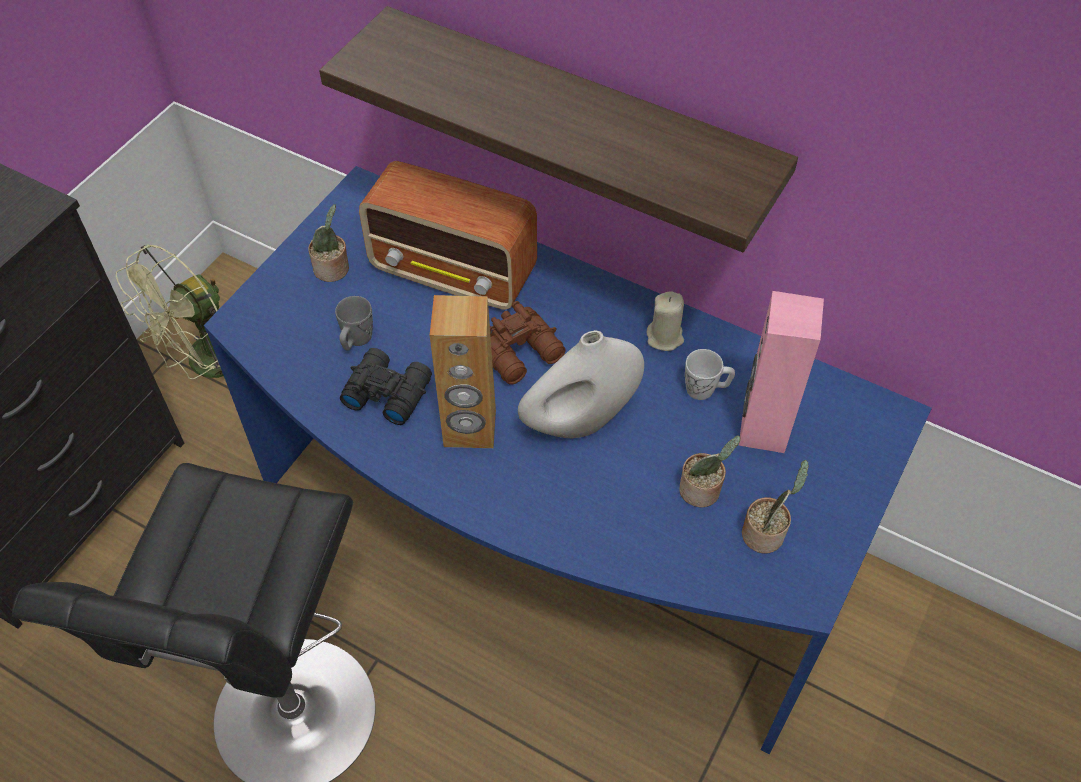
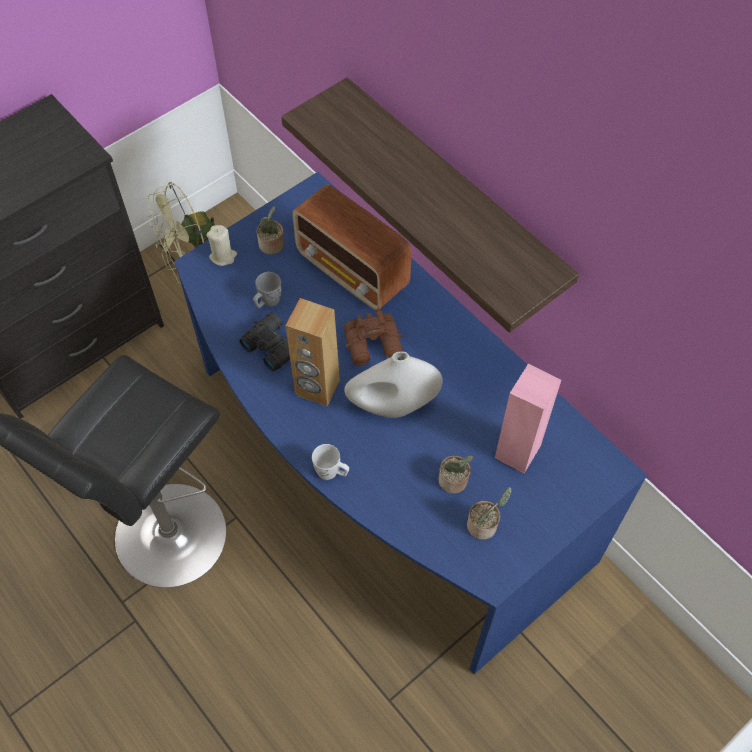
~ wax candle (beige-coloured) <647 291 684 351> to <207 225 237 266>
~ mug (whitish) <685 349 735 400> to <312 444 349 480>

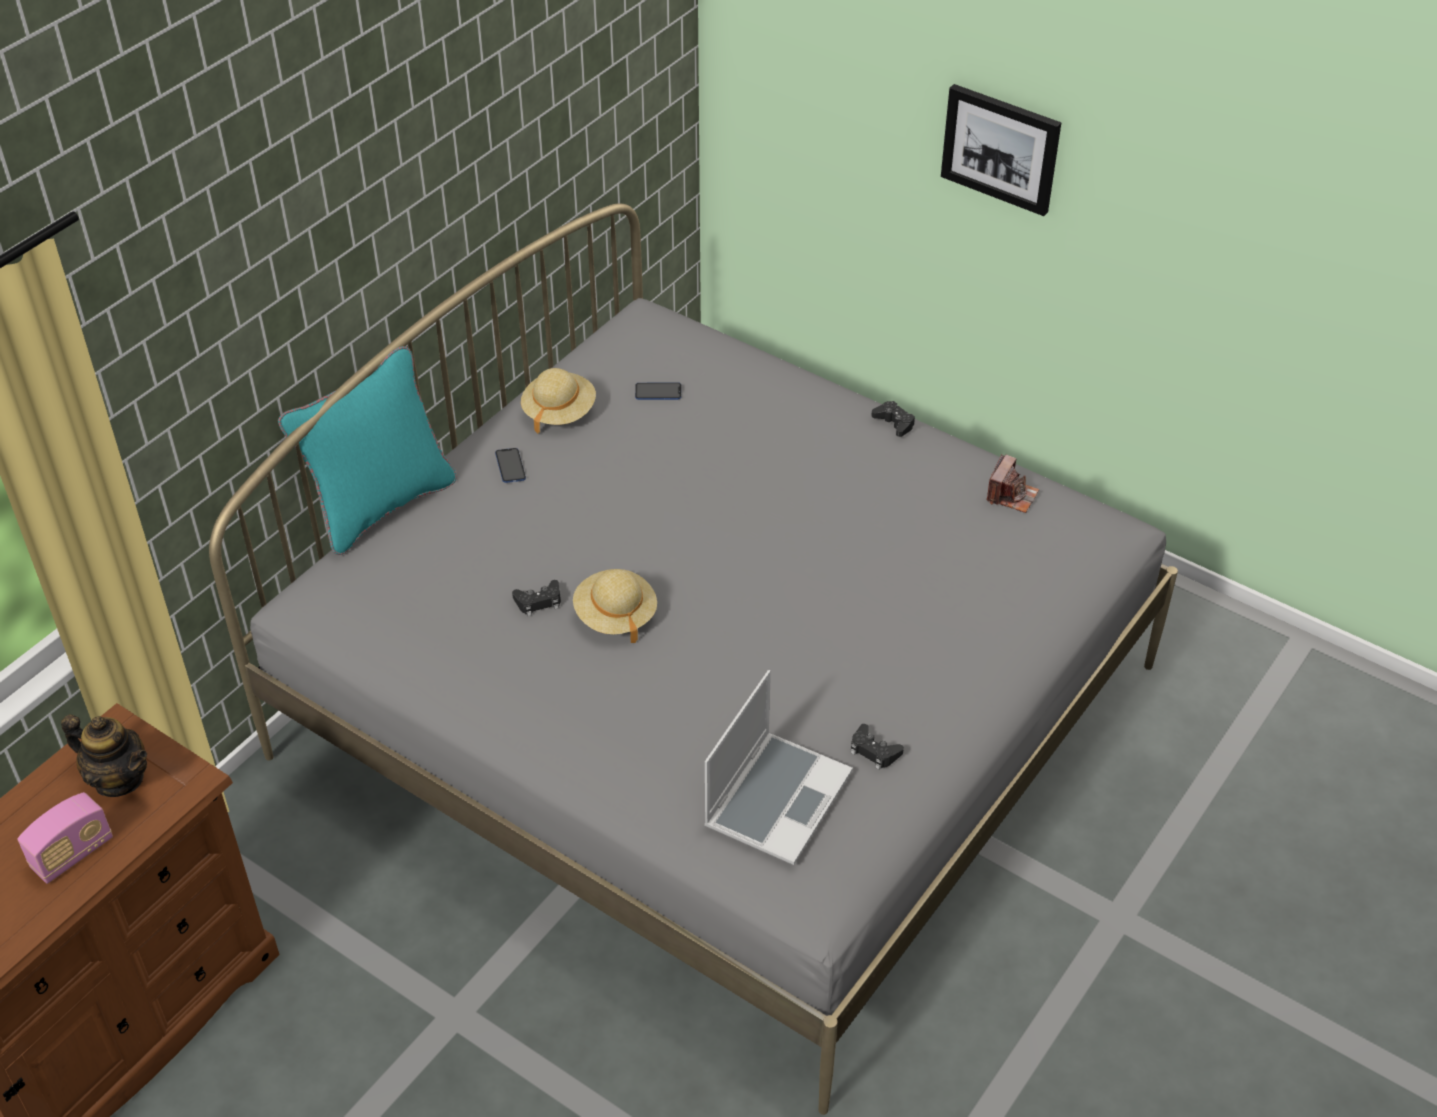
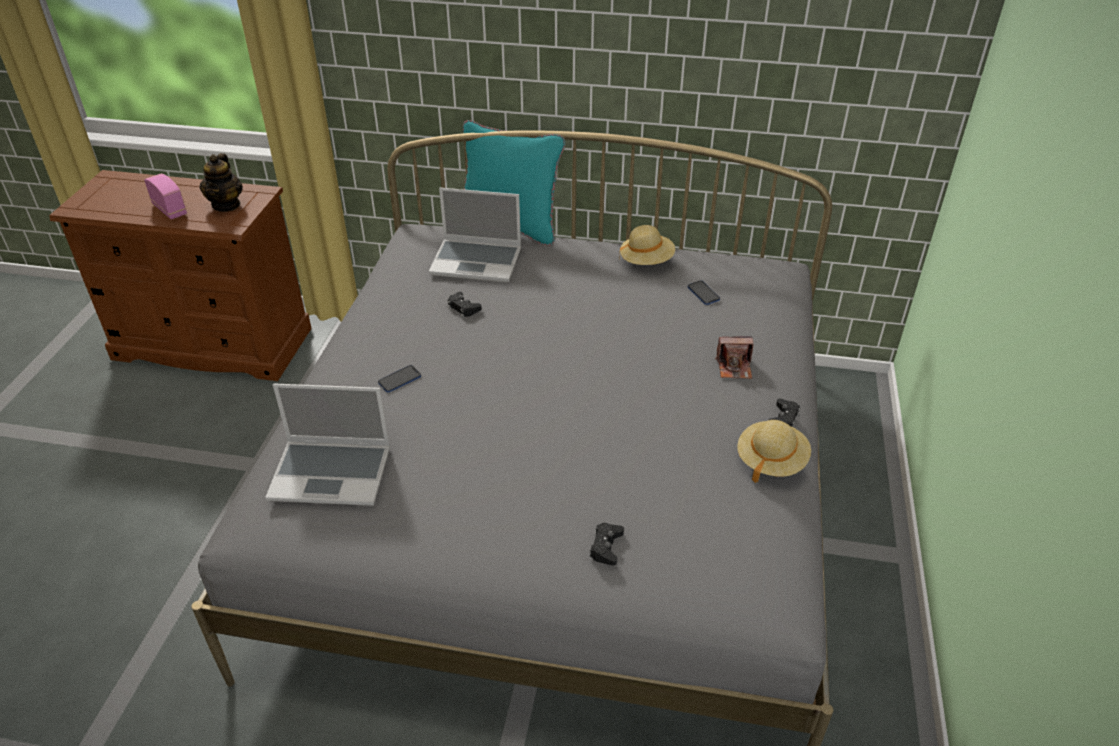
- picture <941 84 1061 216>
~ telephone <495 448 526 483> to <378 365 421 392>
~ photo camera <987 454 1039 513> to <715 336 753 379>
~ hat (beige-coloured) <573 569 657 643> to <737 420 811 483>
~ gamepad (black-coloured) <851 724 904 770> to <589 523 624 566>
~ radio set <18 792 113 884> = <144 174 187 219> 150 degrees counterclockwise
+ notebook computer <429 188 521 282>

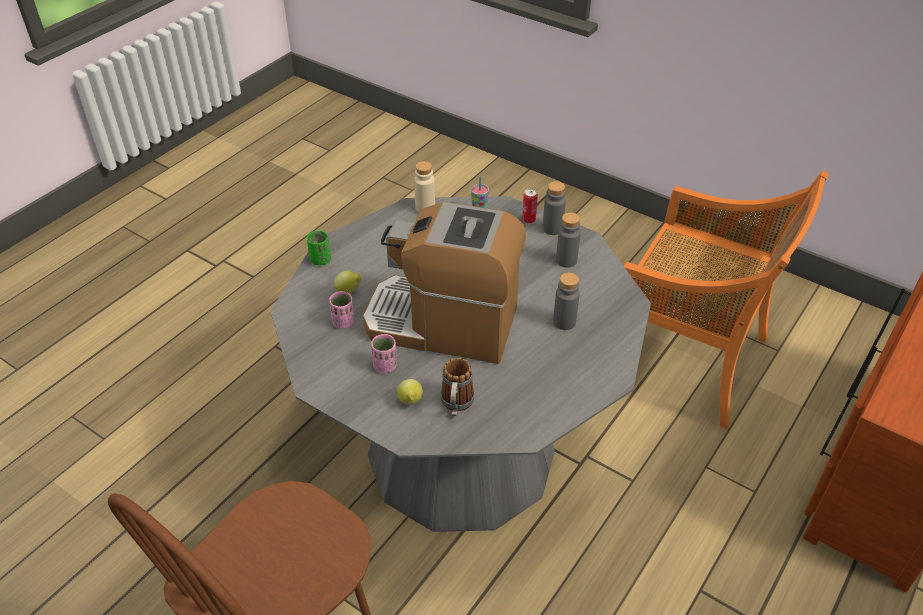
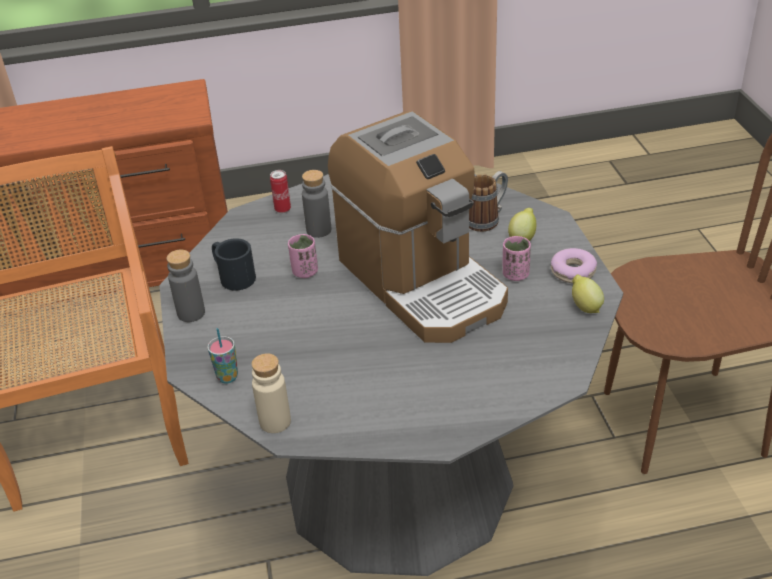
~ metal can <522 188 538 223> to <270 170 291 213>
~ beverage bottle (greyish) <556 212 581 268> to mug (black-coloured) <212 238 256 291>
- cup (green-coloured) <307 231 331 265>
~ whole lemon <334 271 362 294> to <572 275 604 313>
~ cup (pink-coloured) <329 291 354 329> to <288 234 318 278>
+ ring doughnut <551 248 597 283>

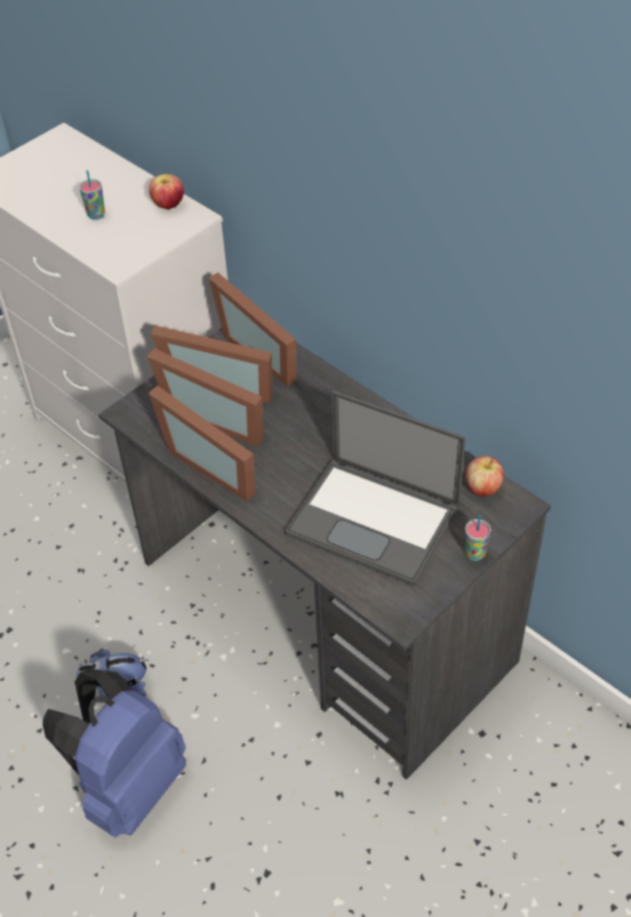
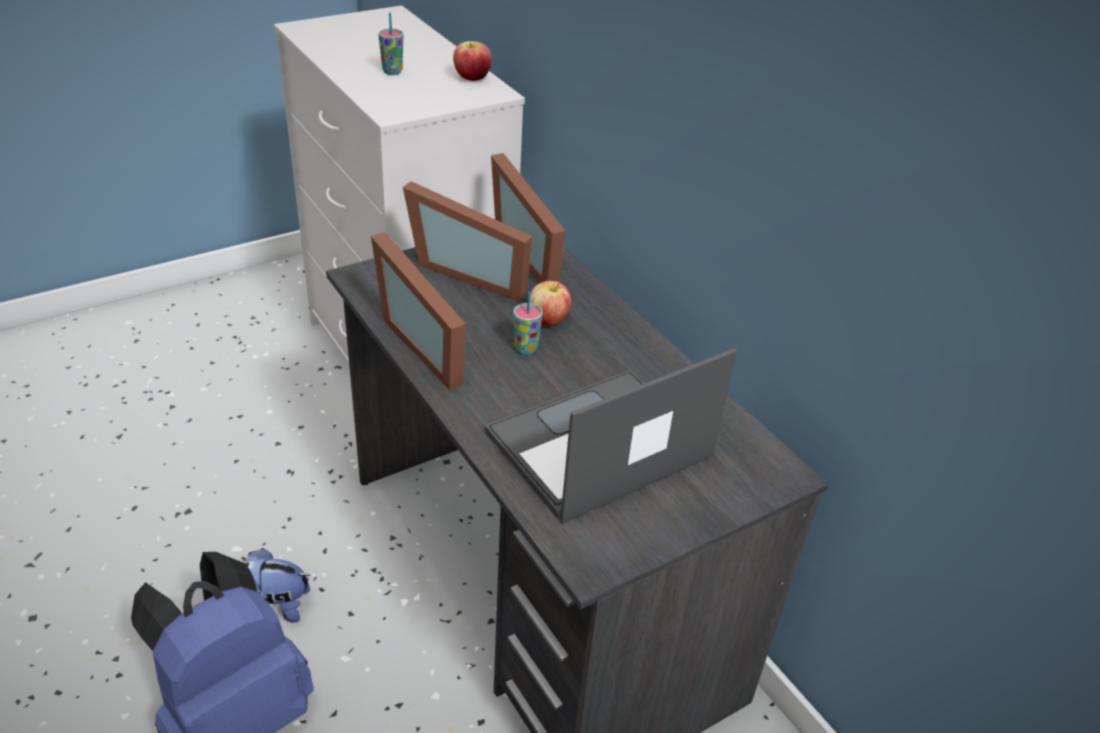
- standing frame <147 349 263 446>
~ notebook computer <285 391 466 586> = <485 348 737 524> 105 degrees clockwise
~ apple fruit <466 456 504 497> to <530 281 571 326>
~ cup <465 515 491 561> to <513 291 543 355>

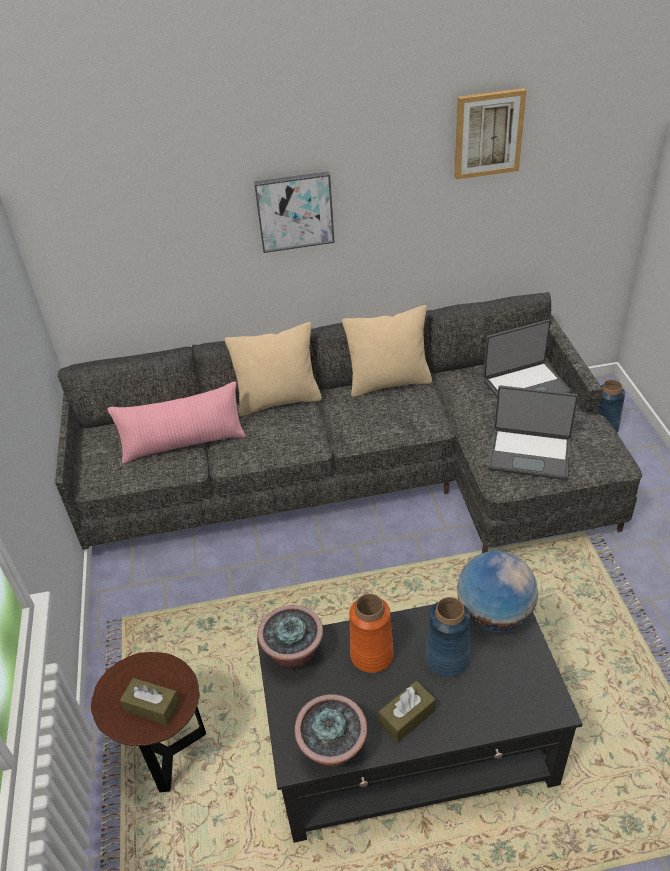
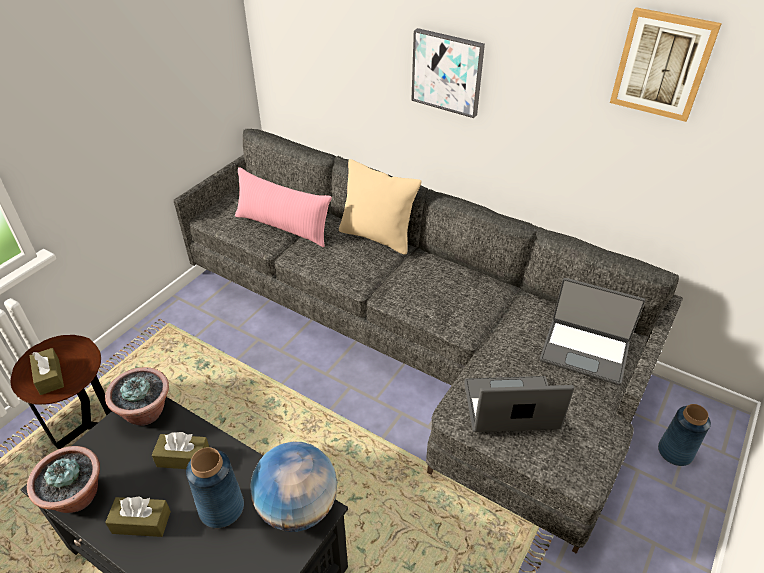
- pillow (beige-coloured) <342 305 432 397>
~ notebook computer <488 386 578 480> = <464 376 574 432> 120 degrees clockwise
~ vase (orange-coloured) <349 594 394 673> to tissue holder (brownish) <152 432 209 469>

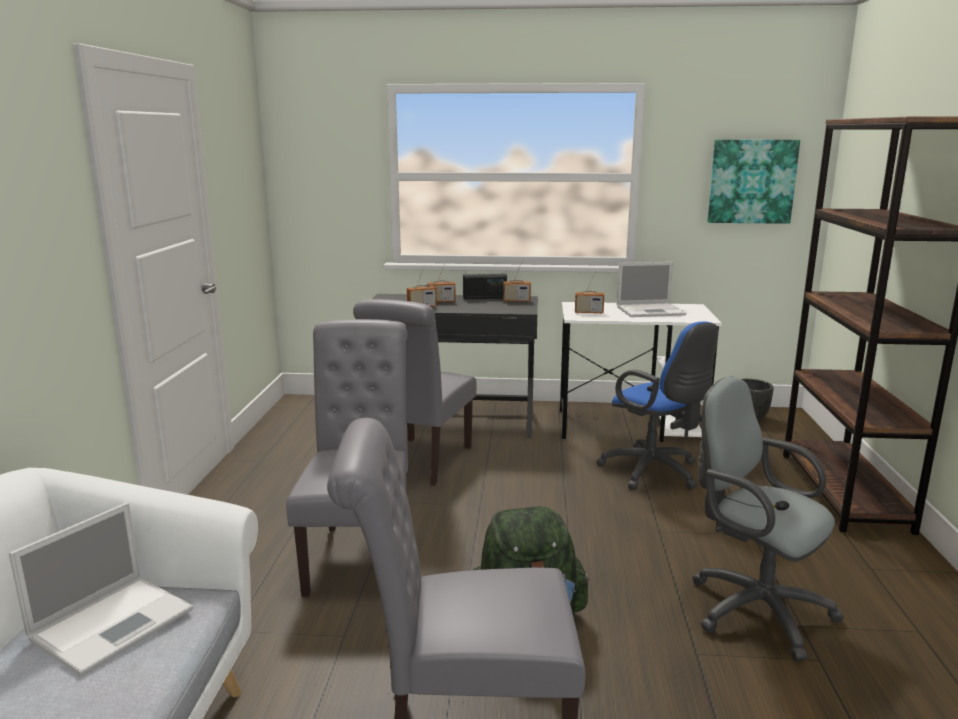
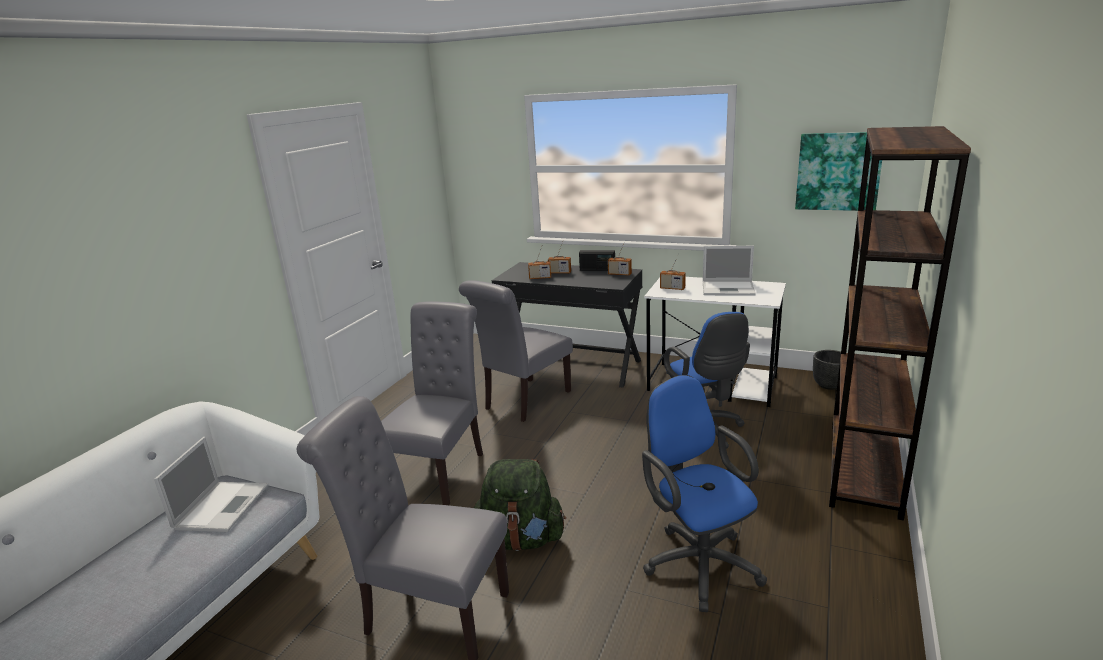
~ desk chair (greyish) <692 376 844 662> to desk chair (blue-coloured) <642 375 767 612>
~ notebook computer <9 502 193 676> = <154 437 268 532> 45 degrees counterclockwise

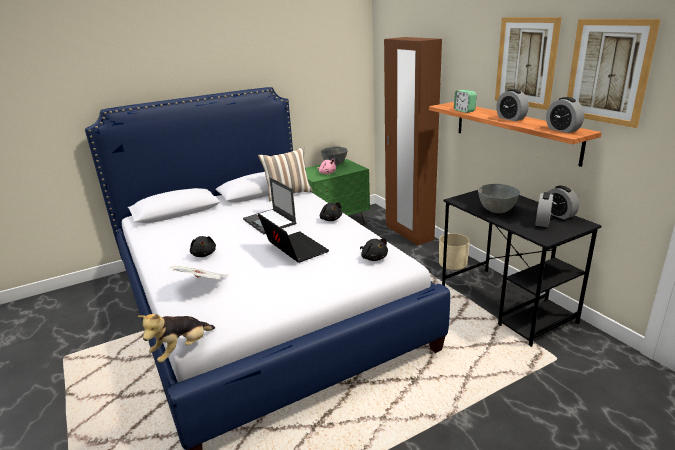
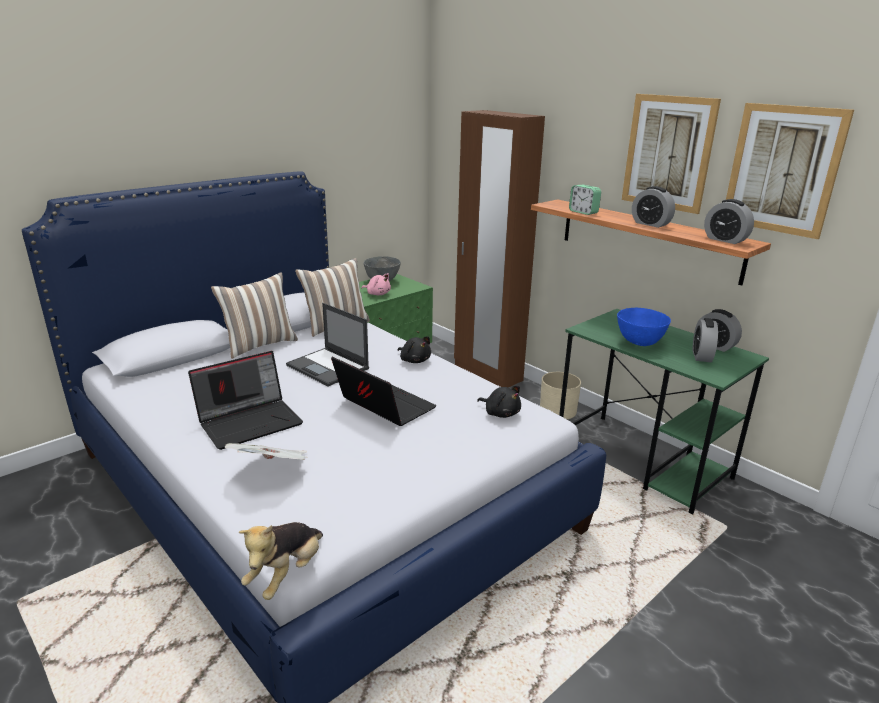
~ bowl (greyish) <478 184 520 213> to bowl (blue-coloured) <617 308 671 346>
~ desk (black-coloured) <442 190 602 347> to desk (green-coloured) <559 309 769 515>
~ plush toy (black-coloured) <190 236 216 257> to notebook computer <188 351 303 450>
+ pillow <211 272 298 359>

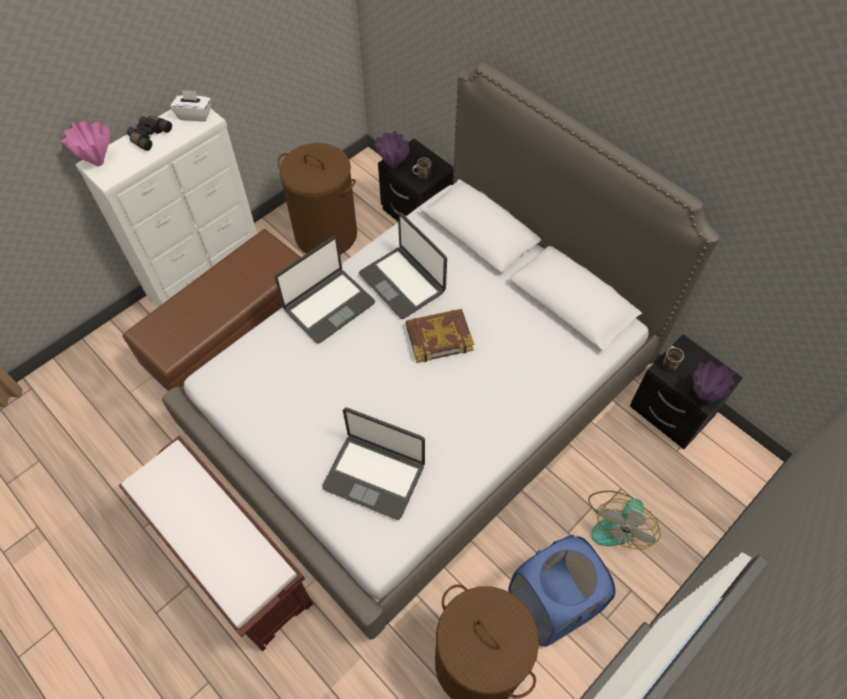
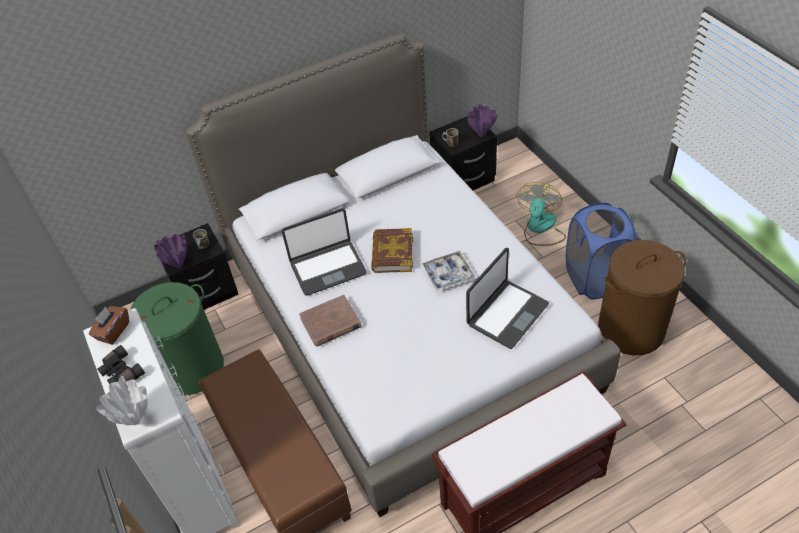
~ tissue holder (whitish) <170 90 211 121> to tissue holder (brownish) <89 306 129 345>
~ vase (pink-coloured) <61 120 110 166> to vase (whitish) <96 376 148 425>
~ hamper (brownish) <277 143 357 254> to hamper (green-coloured) <130 282 224 395>
~ notebook computer <274 236 375 344> to volume (brownish) <299 295 362 347>
~ cooling fan <588 491 661 549> = <516 182 566 246> 120 degrees counterclockwise
+ serving tray <422 251 475 291>

